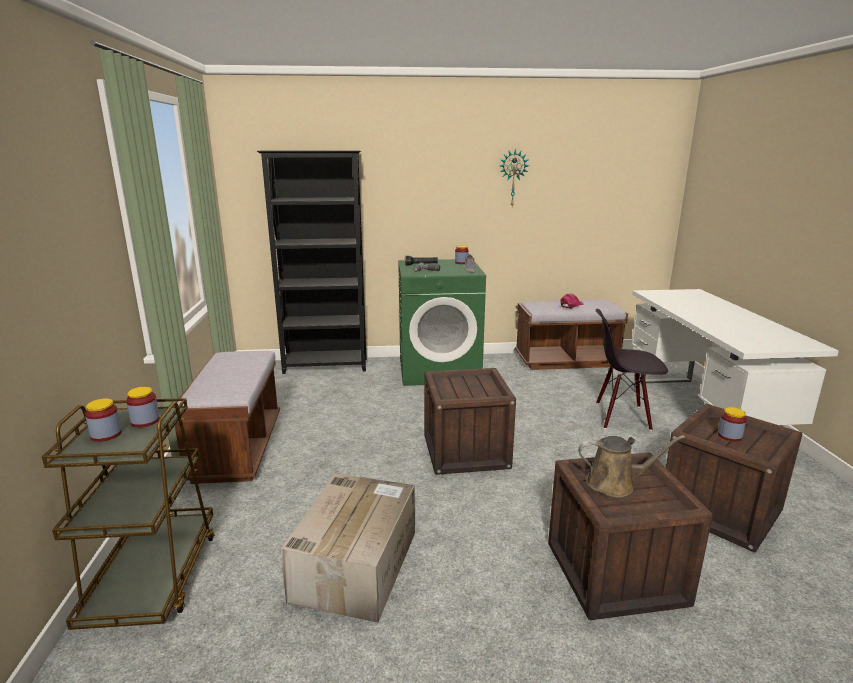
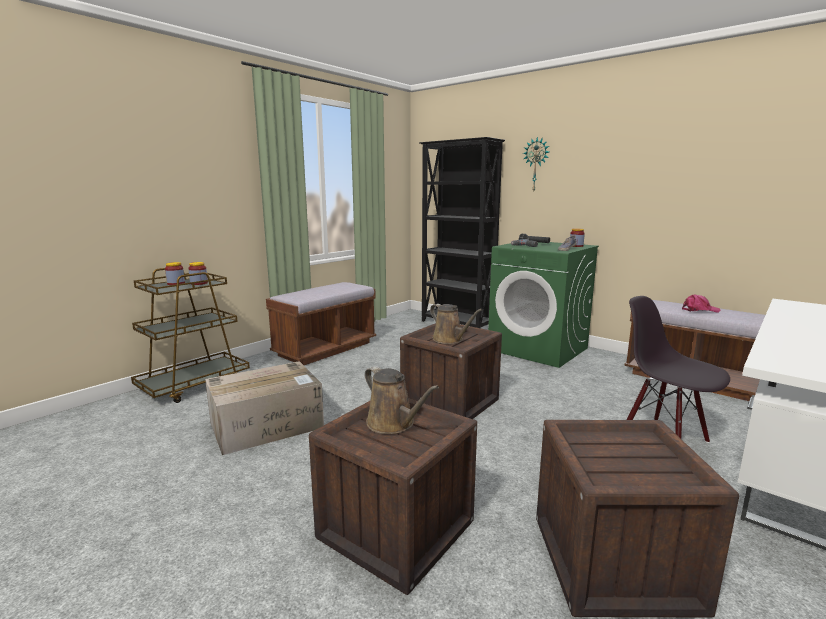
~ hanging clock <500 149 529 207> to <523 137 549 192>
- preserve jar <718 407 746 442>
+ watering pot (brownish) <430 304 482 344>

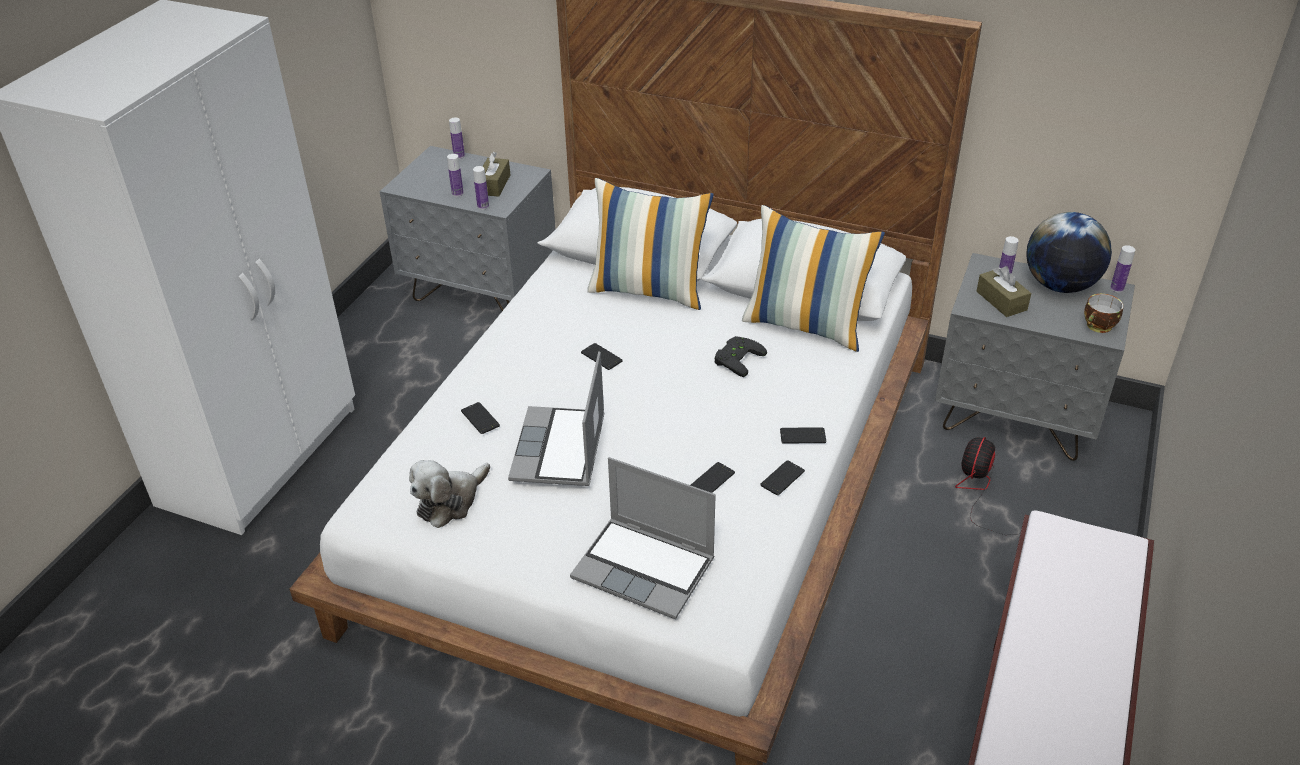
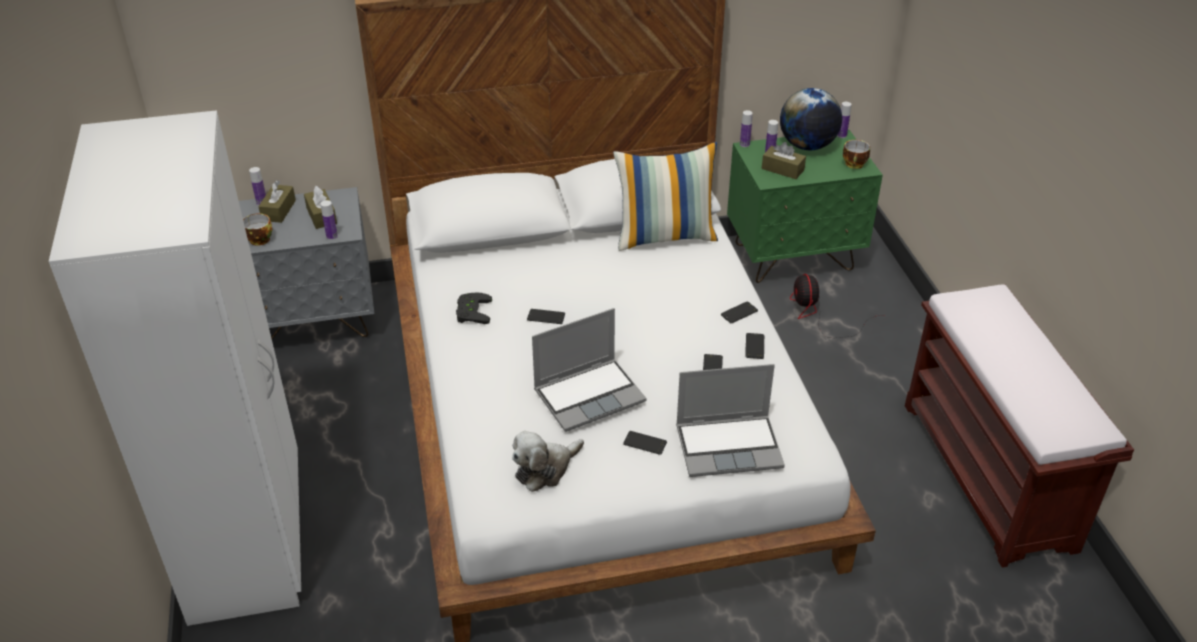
~ beverage bottle <447 154 464 197> to <740 110 753 147>
- pillow <587 178 714 310>
~ nightstand (greyish) <935 253 1135 461> to nightstand (green-coloured) <727 129 883 283>
~ gamepad (black-coloured) <714 336 767 377> to <456 293 492 324>
~ notebook computer <508 351 604 486> = <532 308 646 432> 90 degrees counterclockwise
~ telephone <461 402 500 434> to <623 431 667 455>
~ plush toy <409 460 490 528> = <512 431 584 492> 45 degrees clockwise
+ tissue holder (brownish) <258 180 296 223>
+ cup <243 213 272 246>

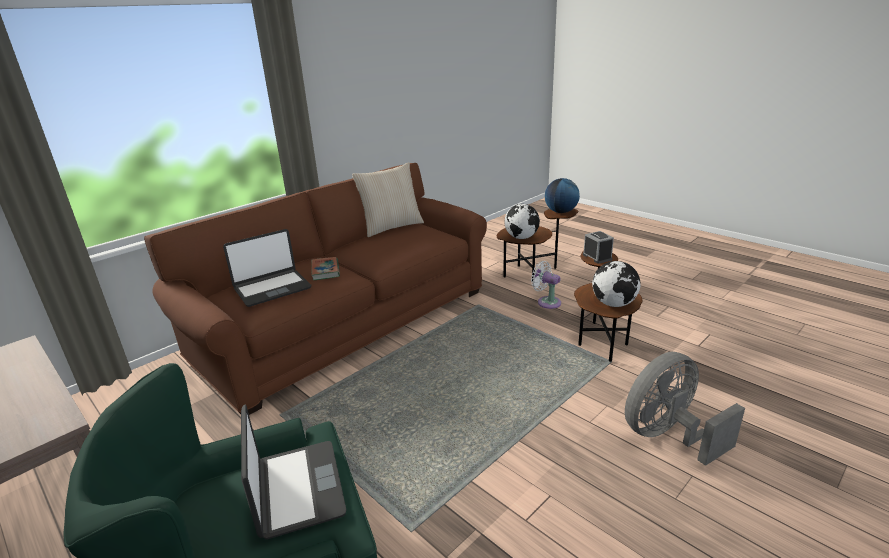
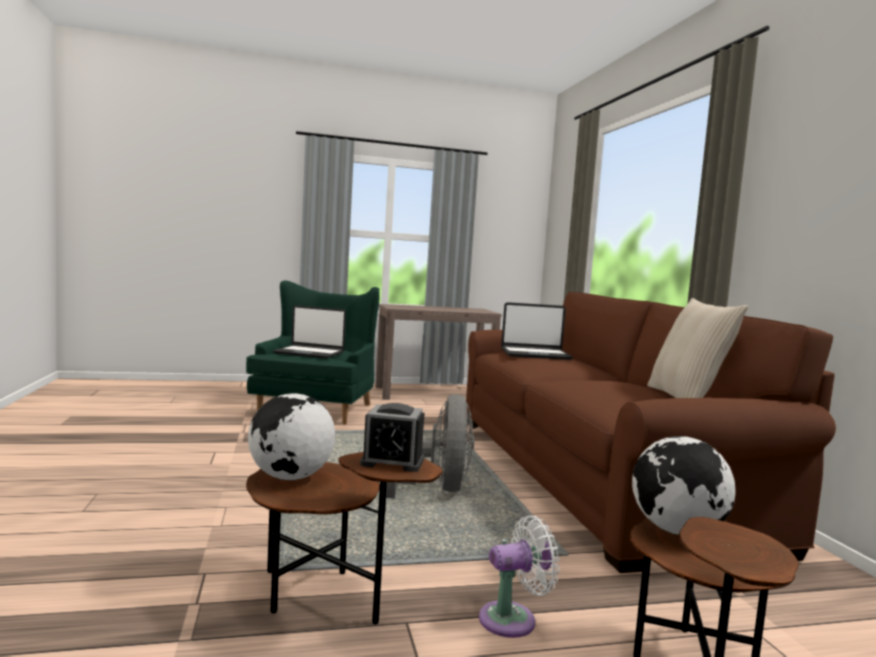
- world globe <545 178 580 213>
~ notebook computer <223 229 311 307> = <501 302 573 360> 90 degrees counterclockwise
- volume <311 257 340 280>
~ cooling fan (greyish) <625 352 745 466> to <386 394 474 498>

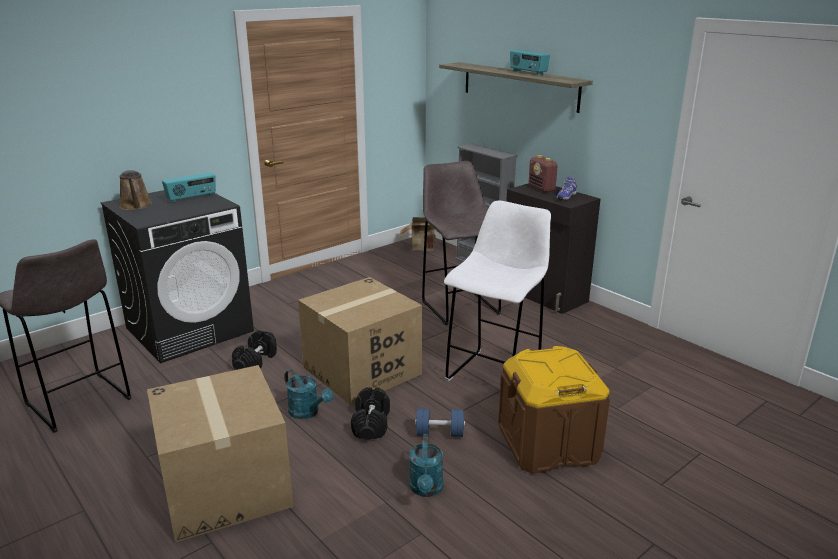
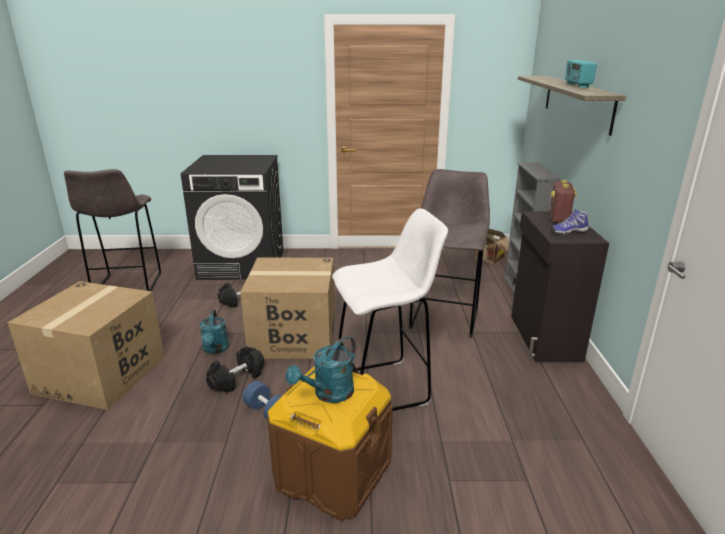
- watering pot (brownish) <119 169 152 210>
- radio set <162 172 216 203>
~ watering pot (turquoise) <409 434 443 497> to <286 336 356 403>

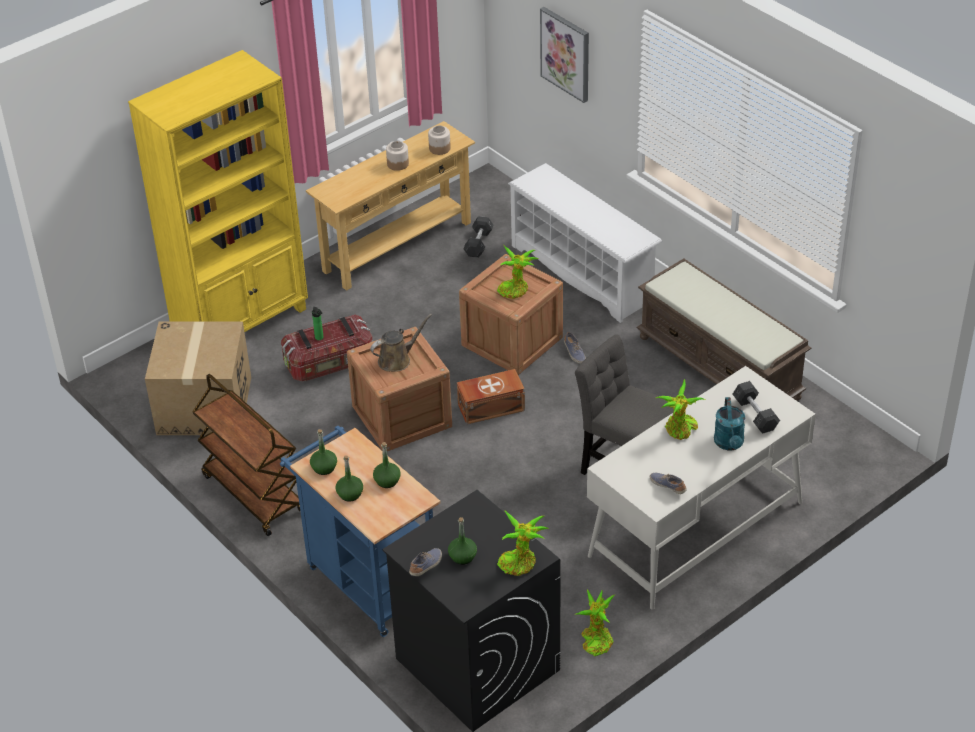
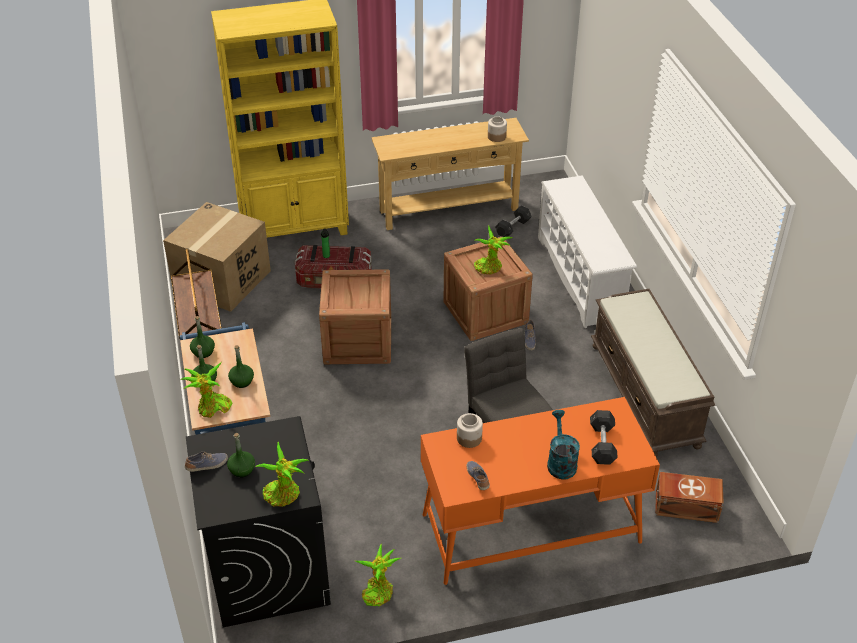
- picture <540 7 589 103>
~ preserve jar <386 141 409 171> to <457 413 483 448>
- watering pot (brownish) <370 314 432 372>
~ desk (whitish) <587 366 816 610> to desk (orange-coloured) <421 397 660 585>
~ storage box (brownish) <457 369 525 424> to <655 472 724 523>
~ plant in a pot <656 379 705 440> to <180 362 233 418>
~ watering pot (turquoise) <714 397 745 451> = <547 410 580 480> 150 degrees clockwise

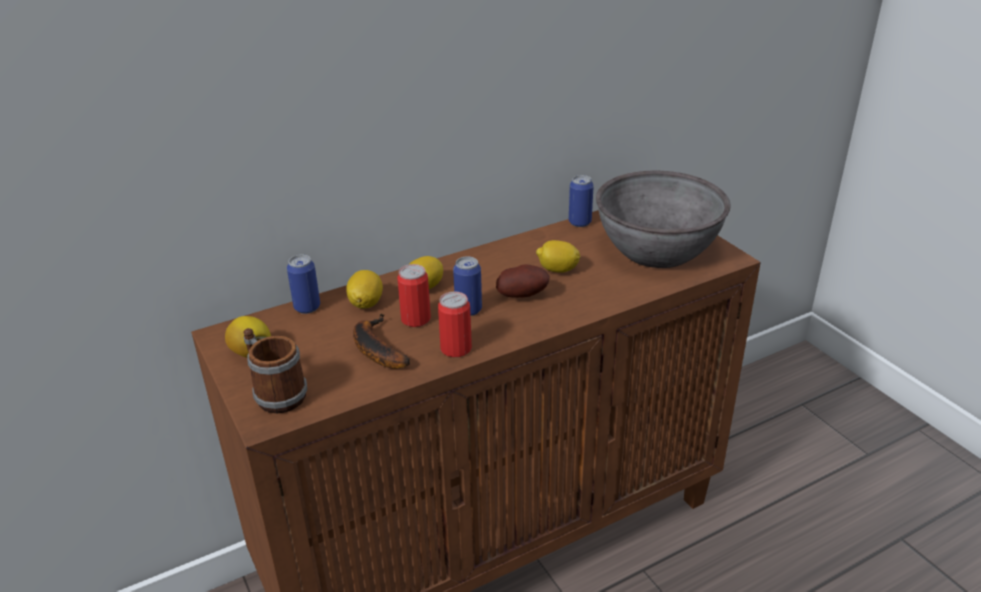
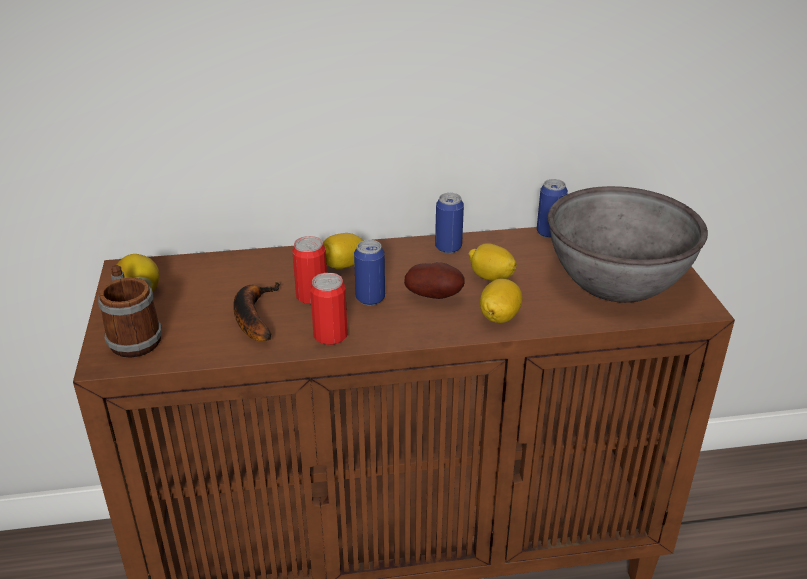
~ metal can <287 254 320 314> to <435 193 464 253>
~ whole lemon <346 270 383 309> to <480 279 522 323>

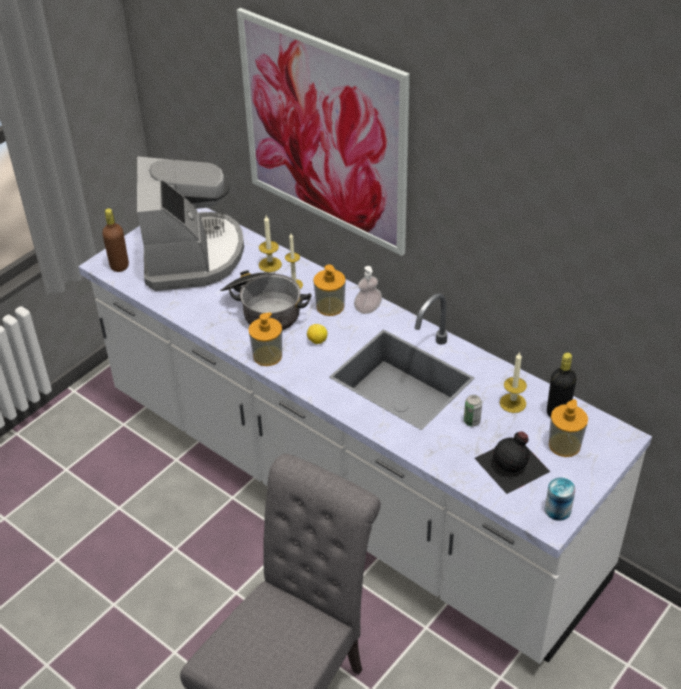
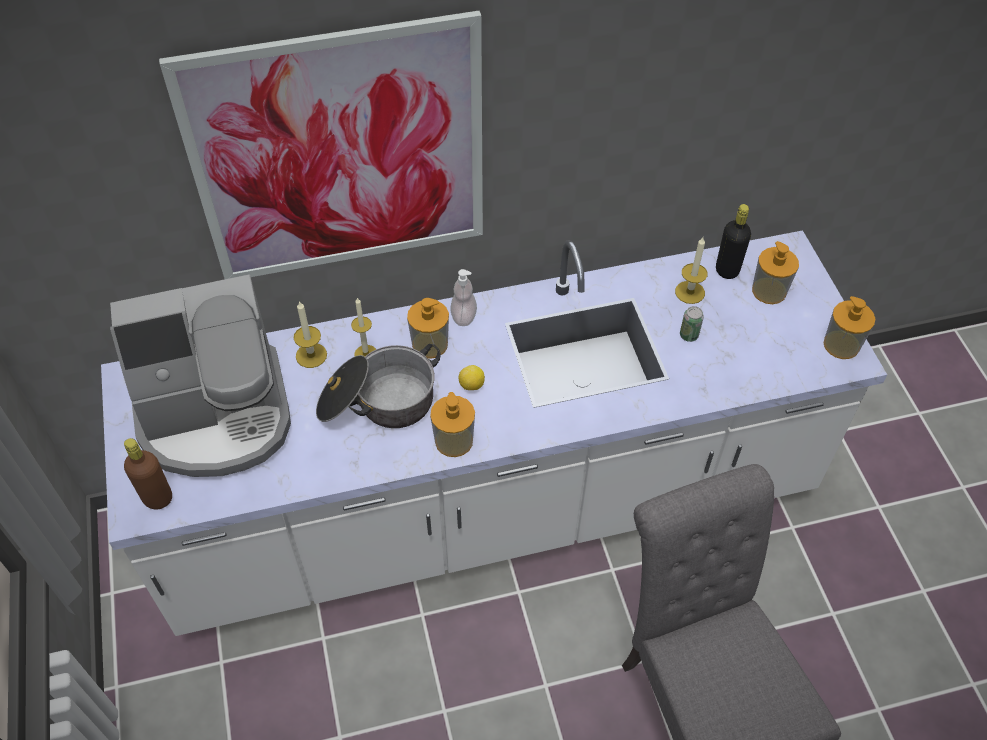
~ coffee machine <137 156 244 291> = <110 274 291 477> 135 degrees clockwise
- beverage bottle (black-coloured) <474 431 551 494>
~ metal can <545 477 575 521> to liquid soap bottle <824 296 875 359>

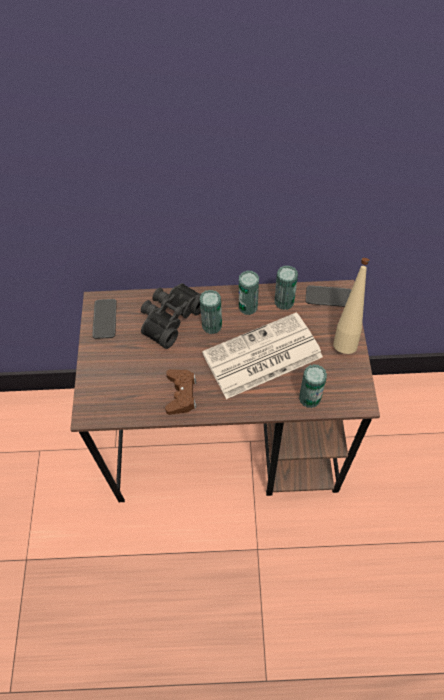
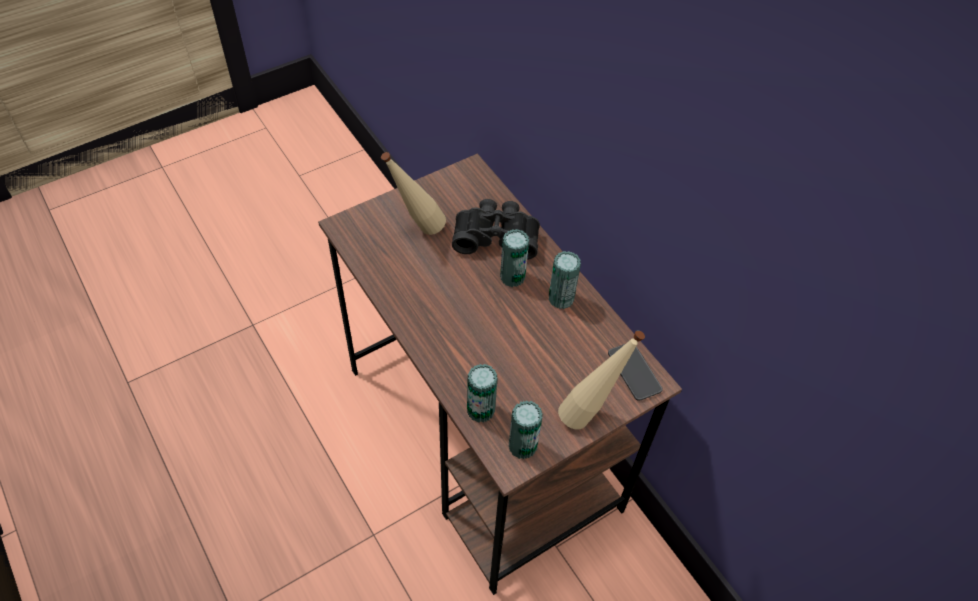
~ metal can <275 265 298 310> to <508 400 543 459>
- telephone <92 299 117 339>
- newspaper <202 312 323 399>
- gamepad (brownish) <165 369 196 415>
+ beverage bottle (beige-coloured) <381 152 446 235>

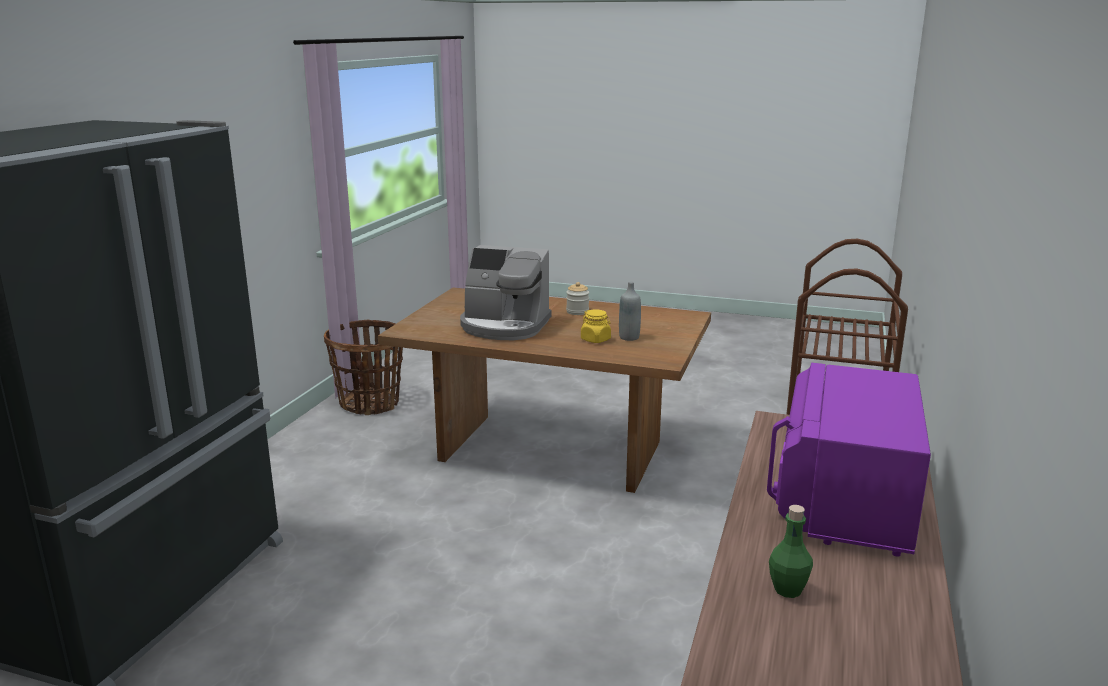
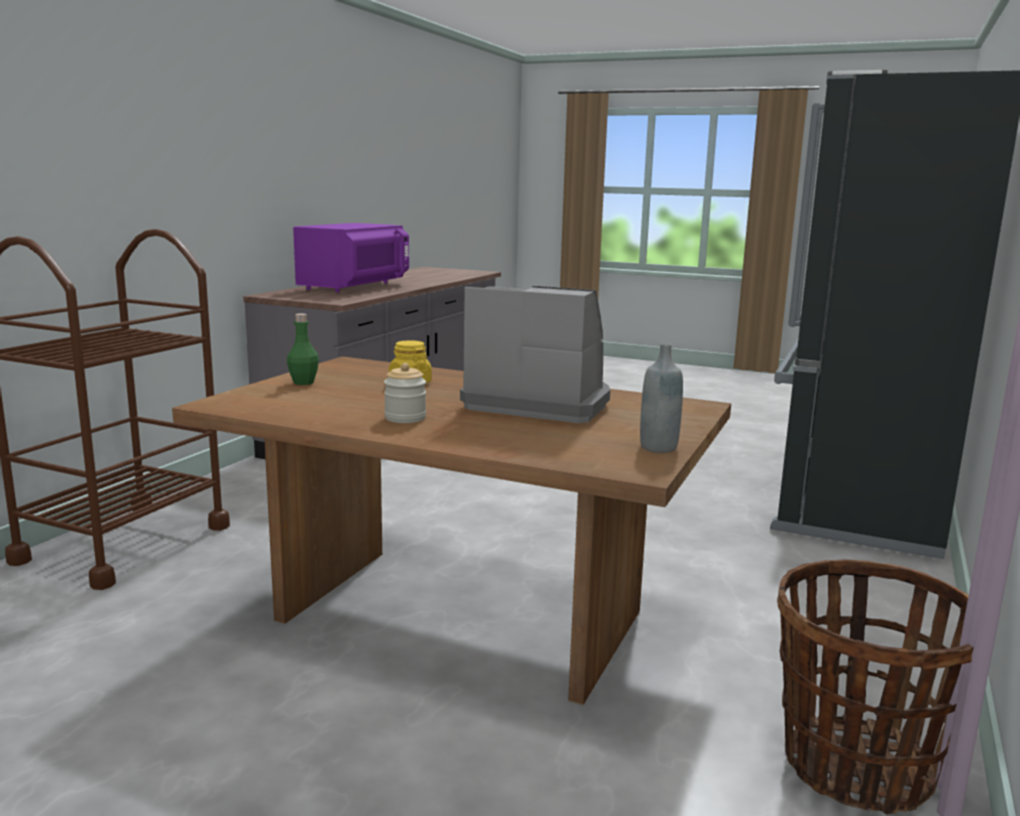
~ beverage bottle (greyish) <619 282 641 341> to <640 343 683 453>
~ beverage bottle (green-coloured) <769 505 813 598> to <287 314 319 385>

